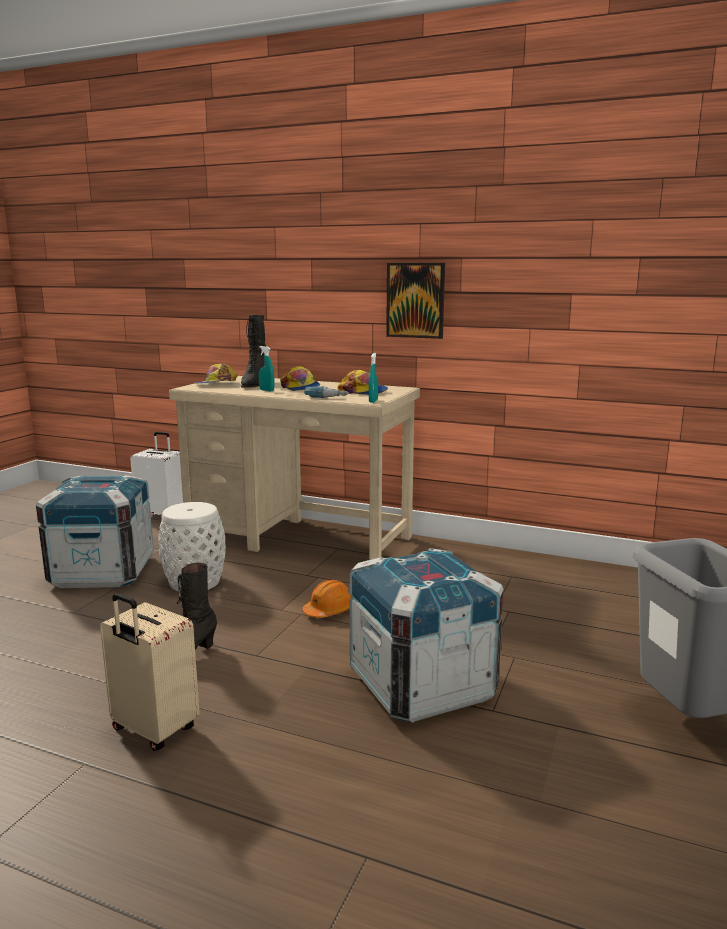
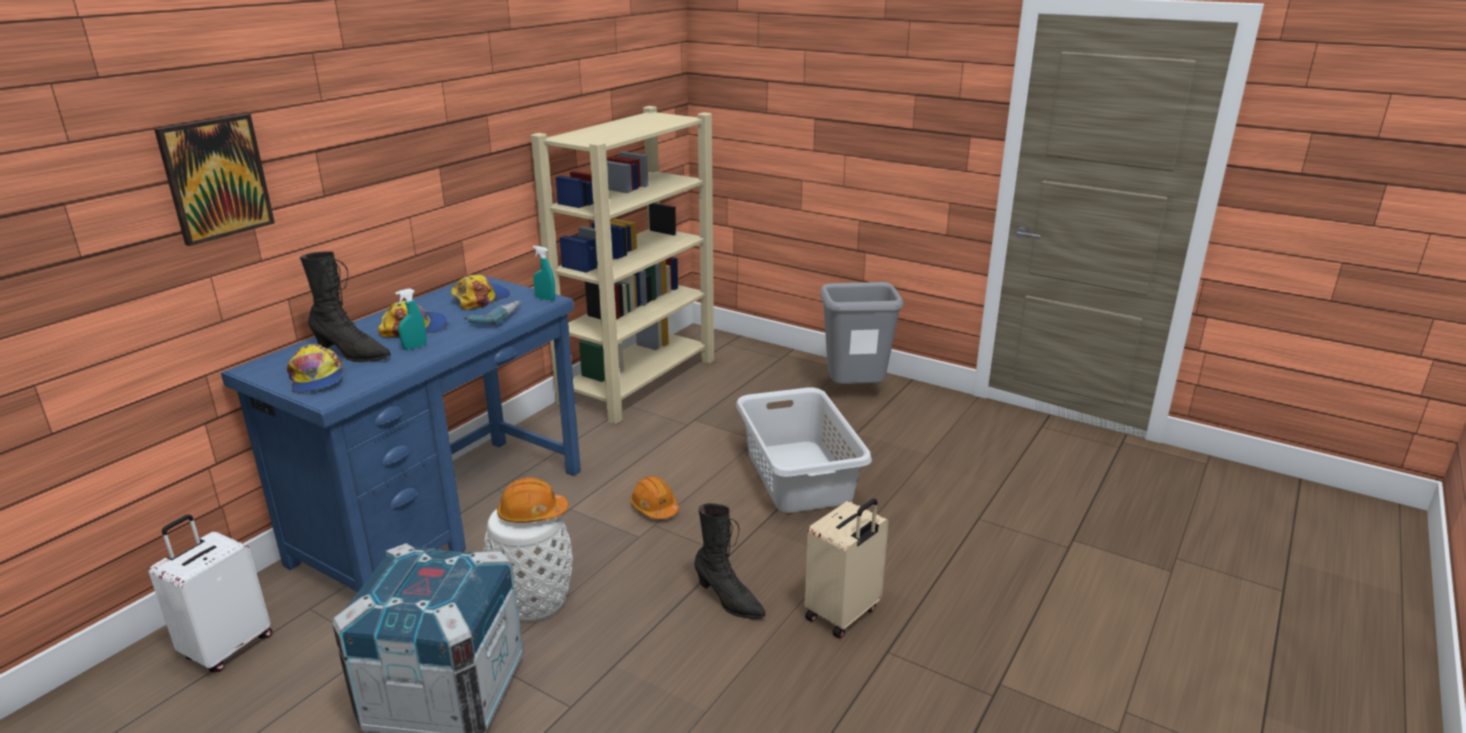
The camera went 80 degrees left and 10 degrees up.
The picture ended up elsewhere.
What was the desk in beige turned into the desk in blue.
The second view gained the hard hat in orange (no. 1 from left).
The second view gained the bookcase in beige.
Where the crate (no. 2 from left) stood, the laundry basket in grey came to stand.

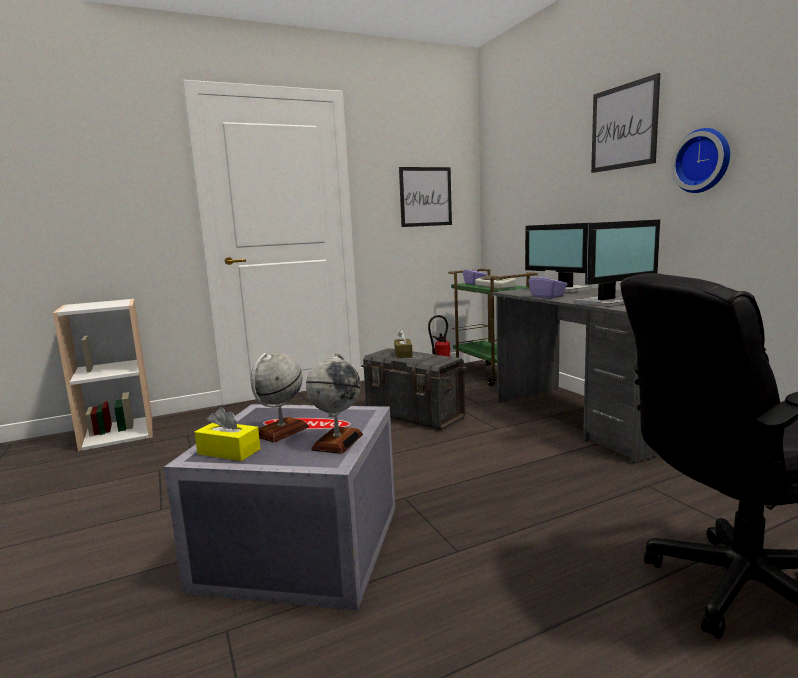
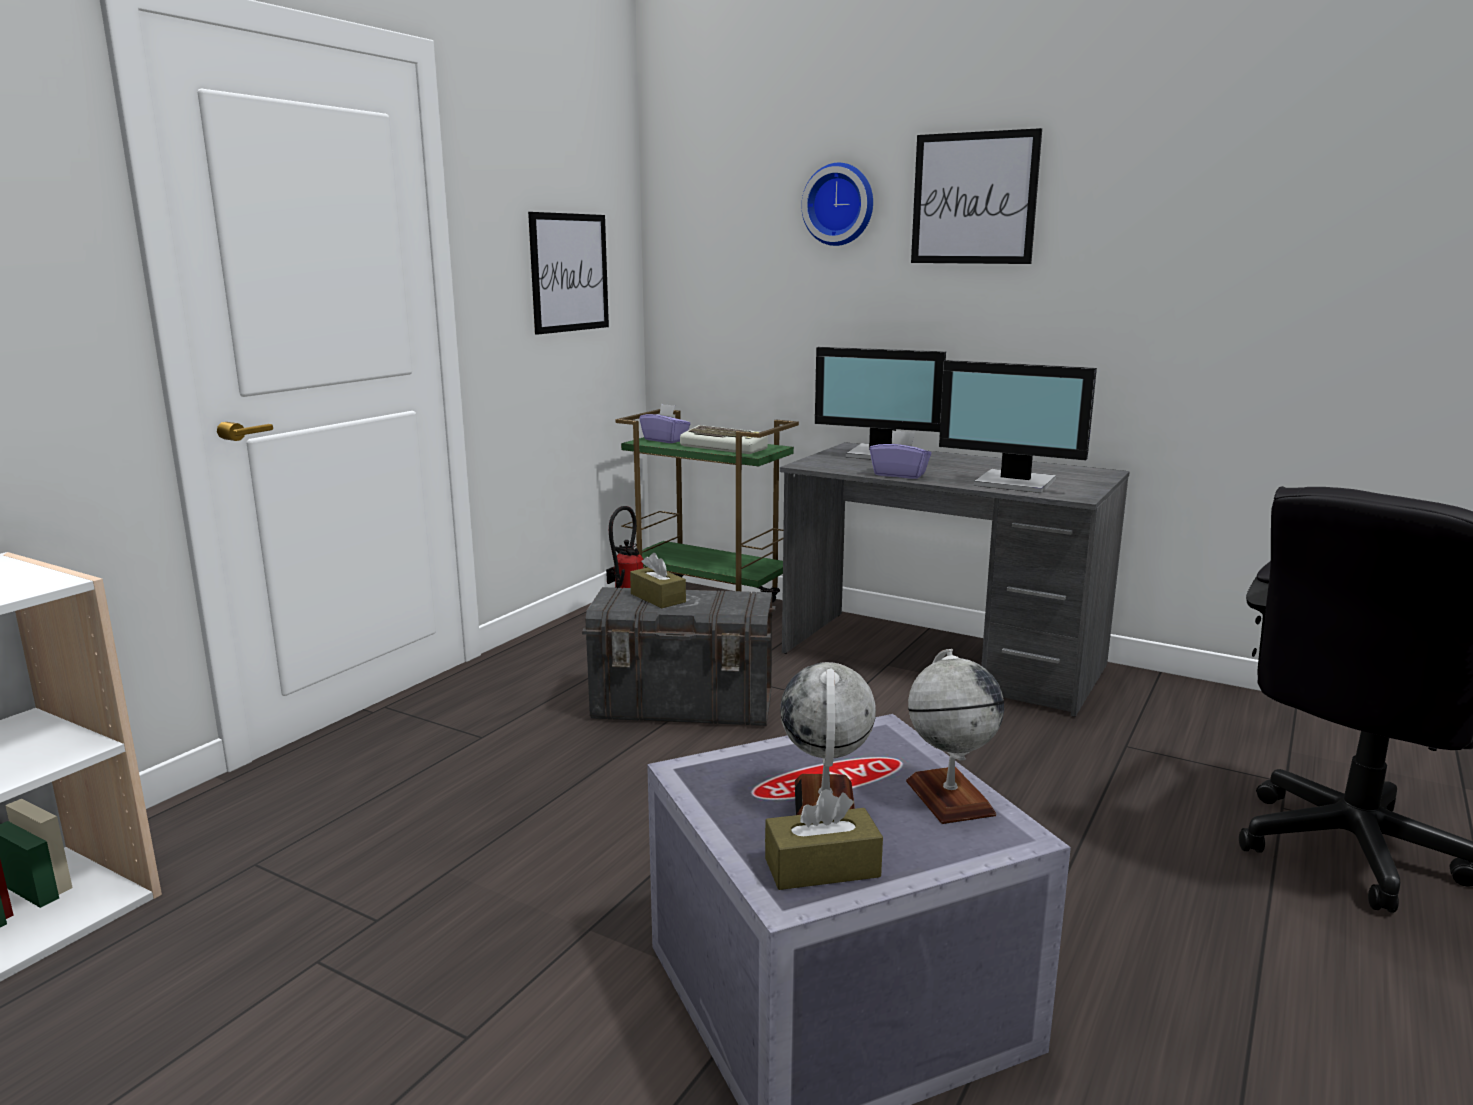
The camera went 35 degrees left and 5 degrees up.
What was the tissue box in yellow turned into the tissue box in brown (no. 2 from left).
The wall clock ended up elsewhere.
The monitor (no. 2 from left) ended up facing another way, 90 degrees clockwise from before.

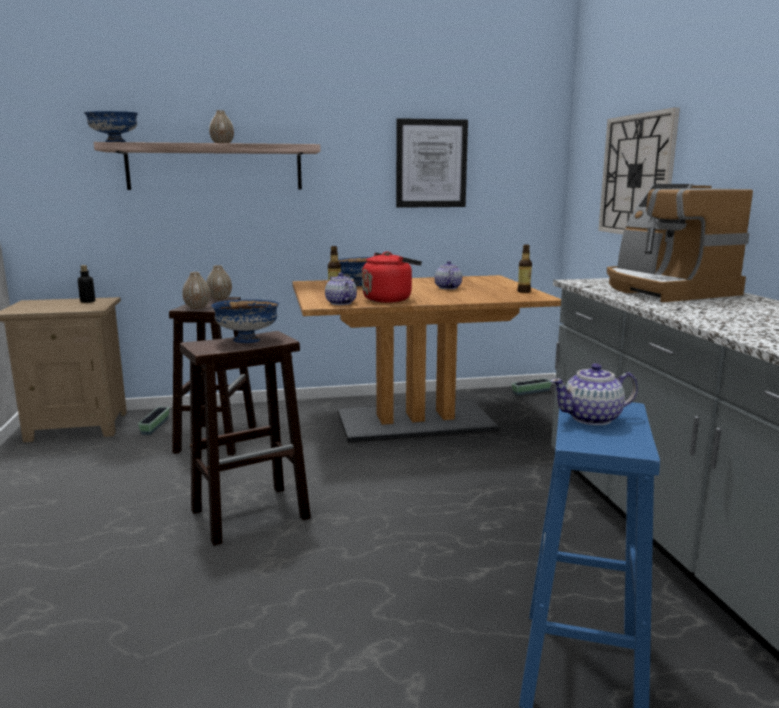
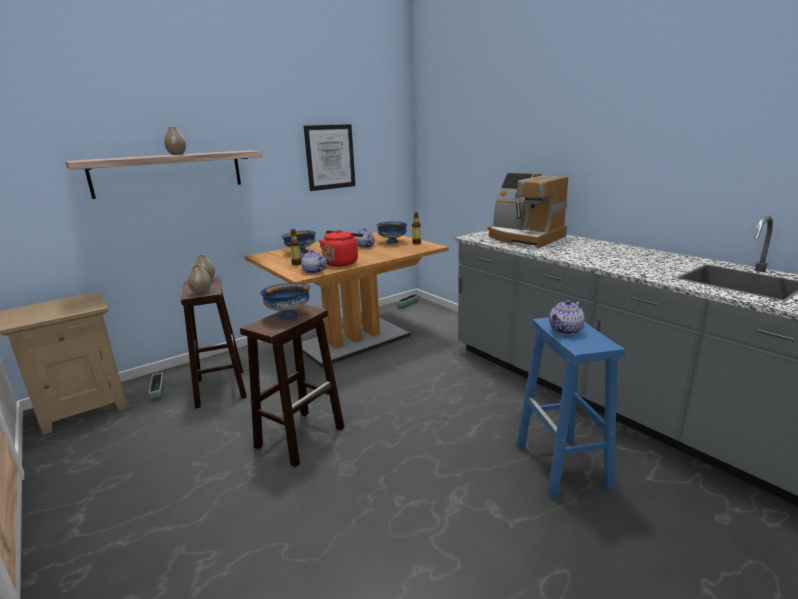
The camera went 25 degrees left and 5 degrees up.
The bowl in blue (no. 1 from left in the first image) ended up elsewhere.
The second view lost the bottle (no. 1 from left).
The second view lost the wall clock.

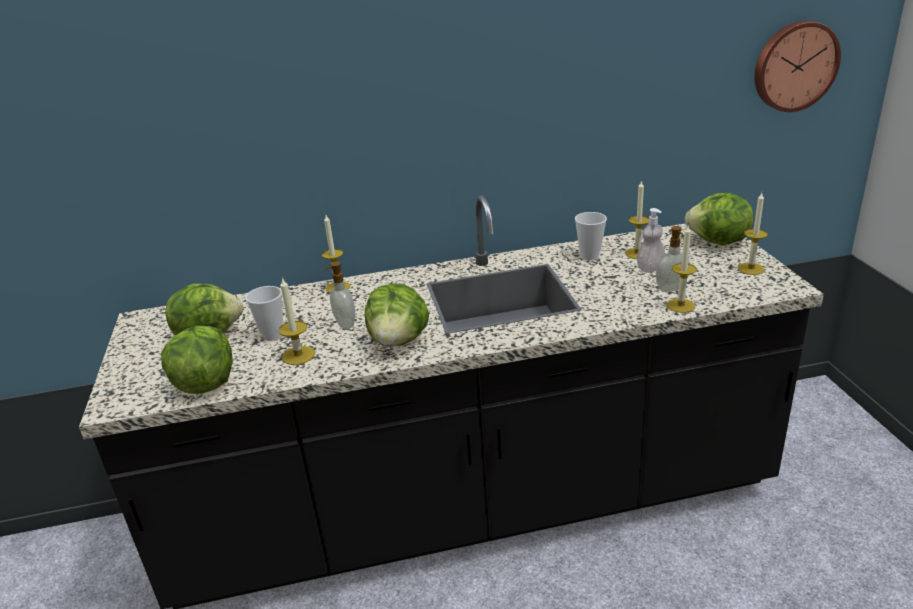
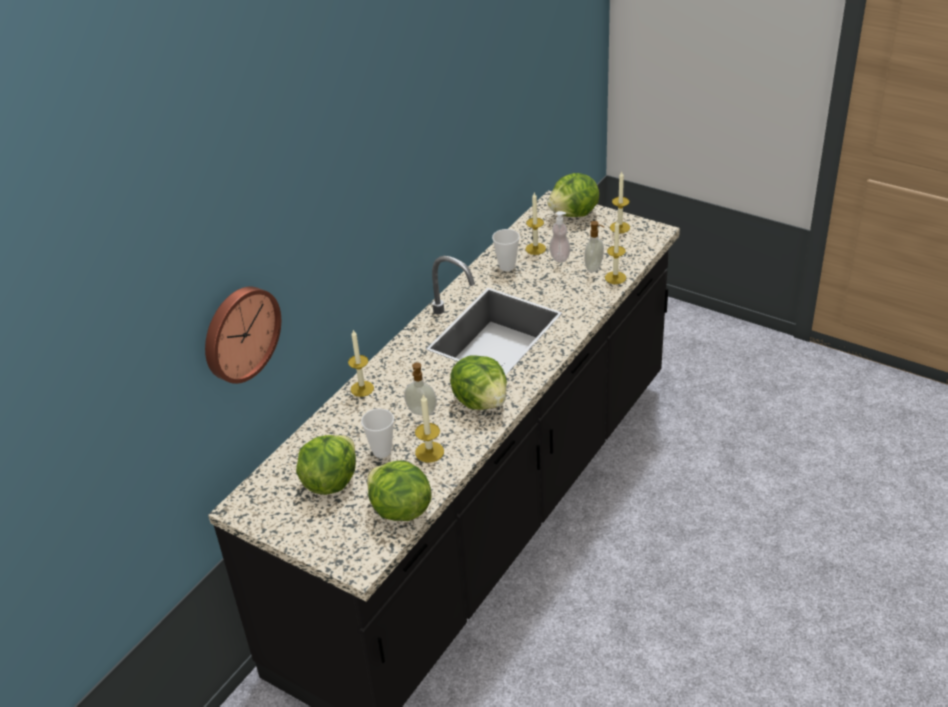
The camera went 45 degrees left and 10 degrees up.
The wall clock ended up elsewhere.

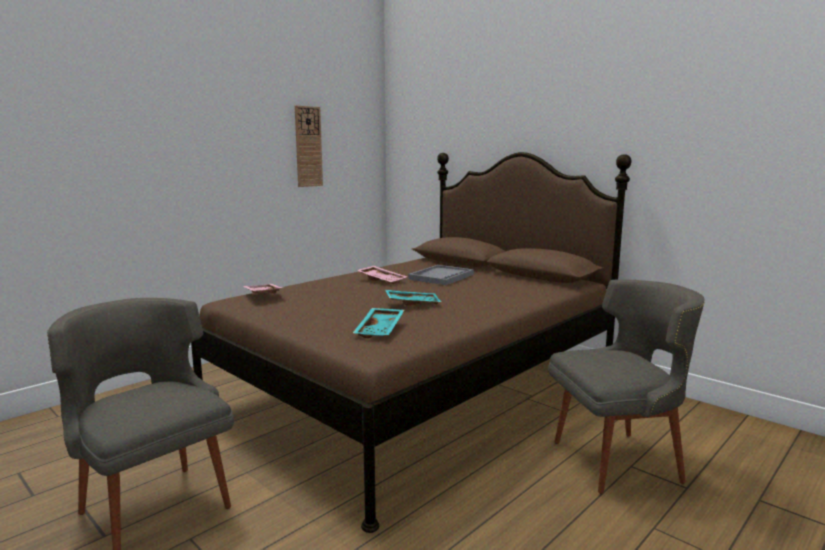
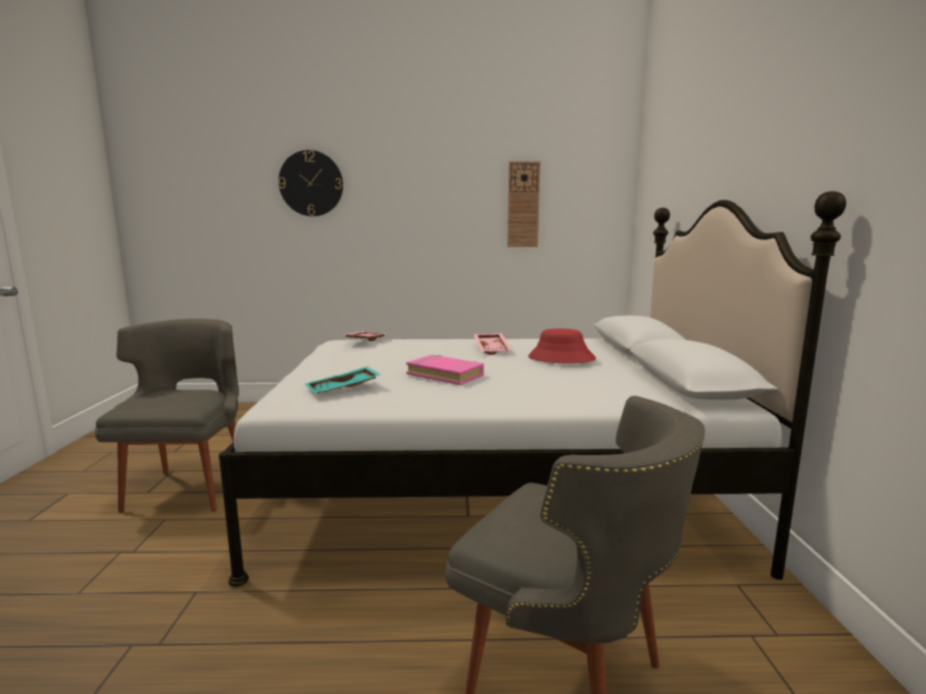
The camera went 45 degrees right and 0 degrees up.
What was the bed in brown turned into the bed in white.
The second view gained the wall clock (no. 1 from left).
Where the tray in turquoise (no. 2 from left) stood, the book in pink came to stand.
Where the tray in grey stood, the hat in red came to stand.

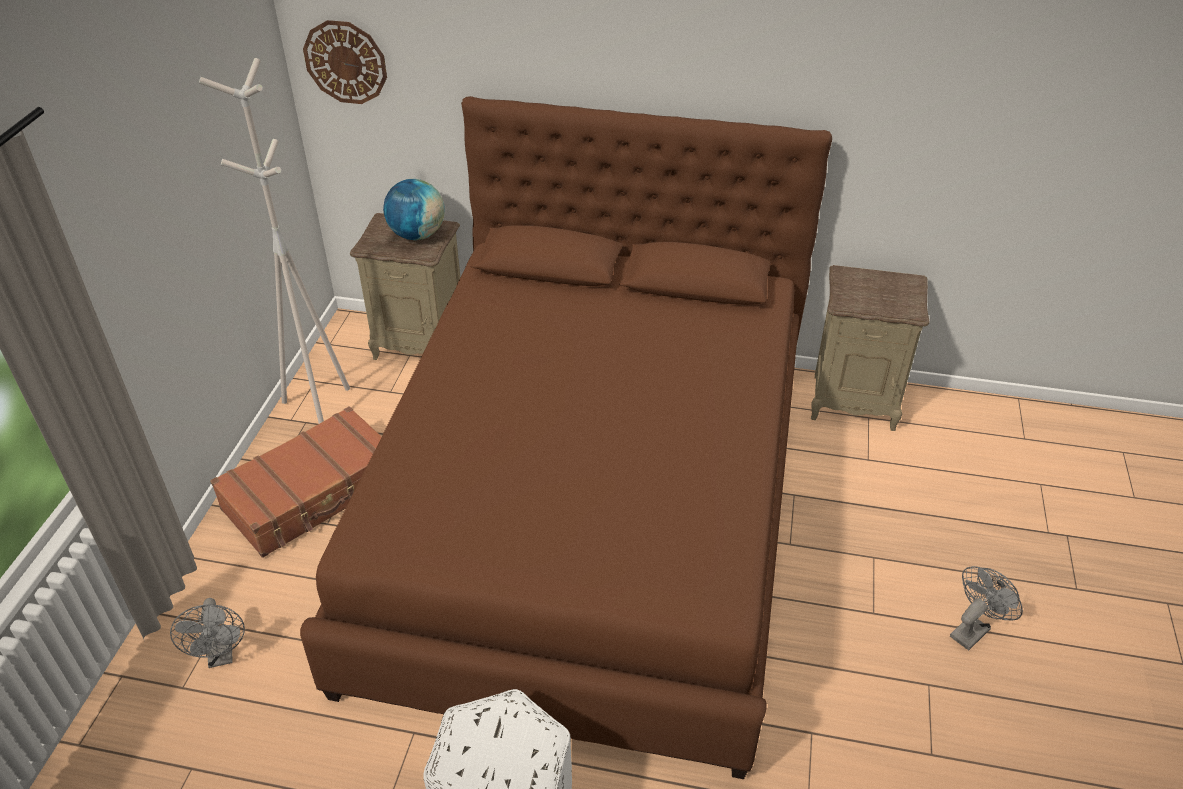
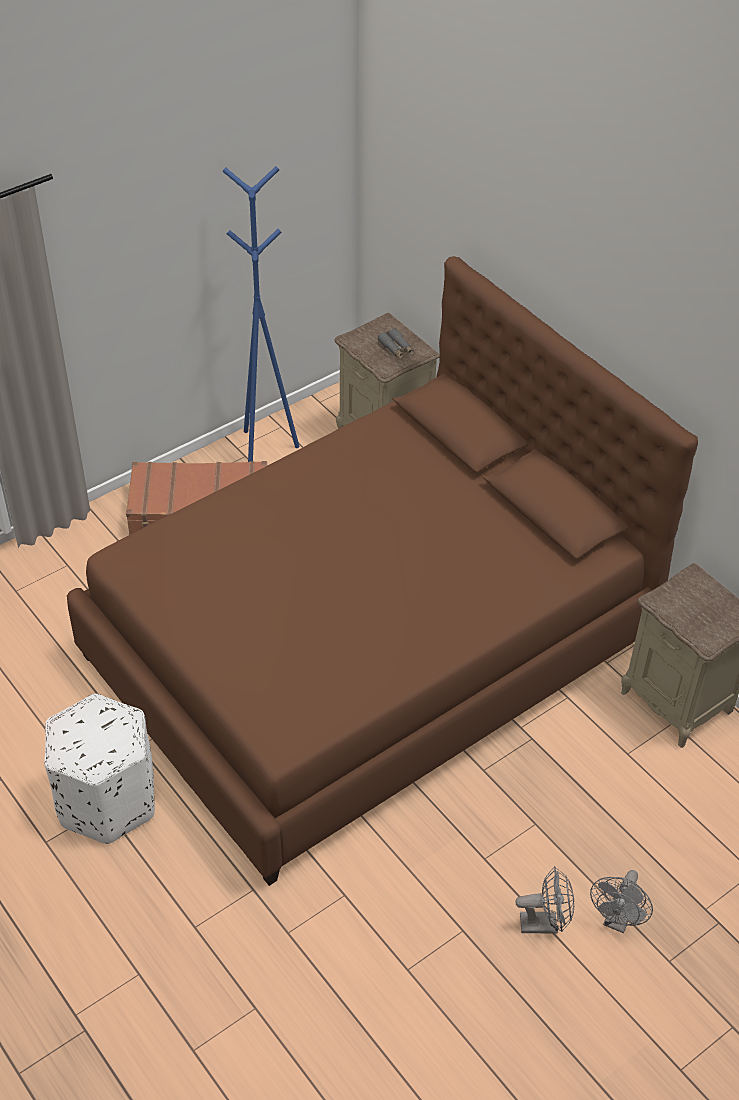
The camera went 40 degrees right and 5 degrees up.
What was the clothes rack in grey turned into the clothes rack in blue.
Where the globe stood, the binoculars in grey came to stand.
The fan in grey (no. 1 from left in the first image) ended up elsewhere.
The second view lost the wall clock.

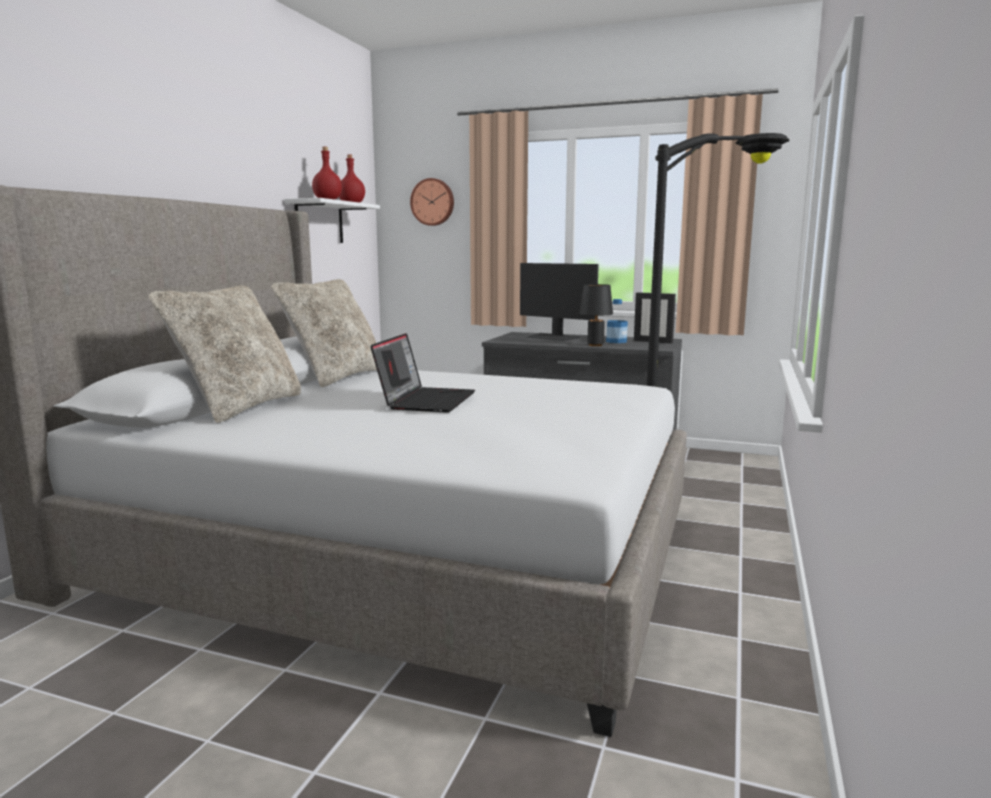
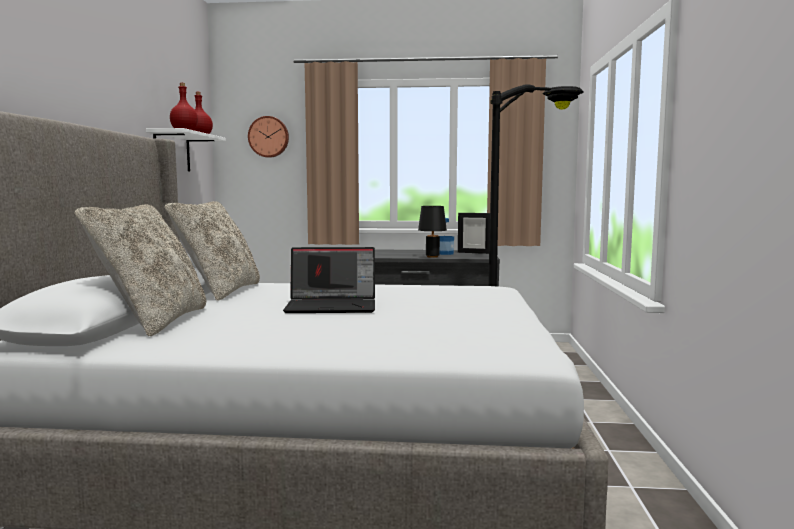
The camera went 15 degrees left and 5 degrees down.
The laptop ended up facing another way, 90 degrees clockwise from before.
The second view lost the monitor.

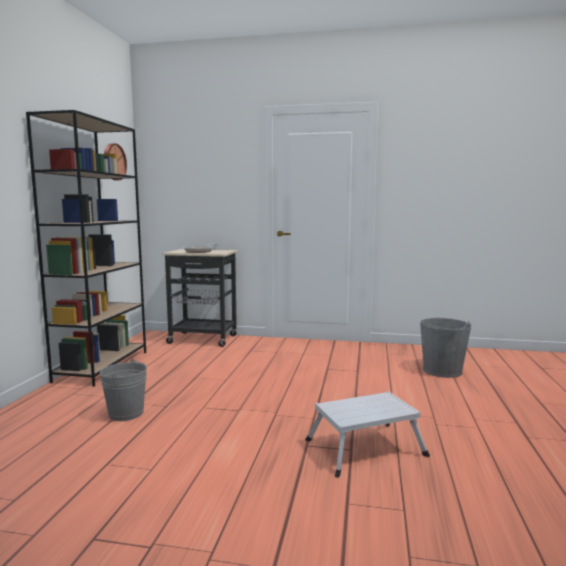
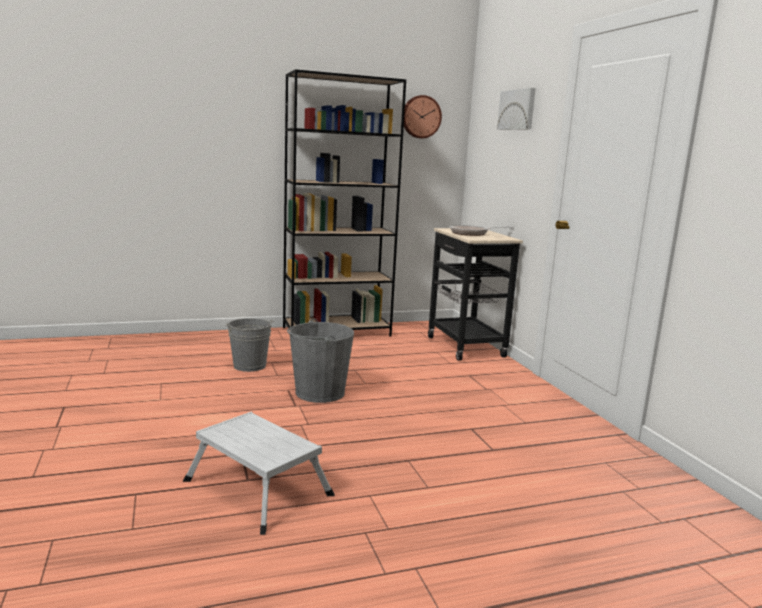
The camera went 60 degrees right and 5 degrees up.
The bucket in grey (no. 2 from left) ended up elsewhere.
The second view gained the picture.

